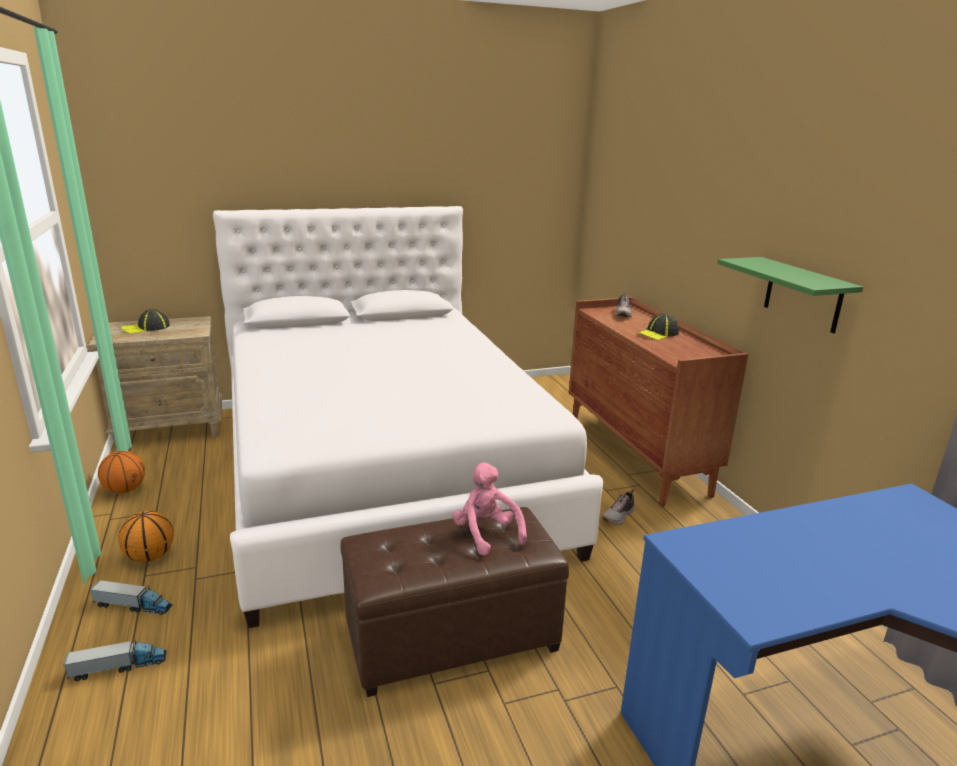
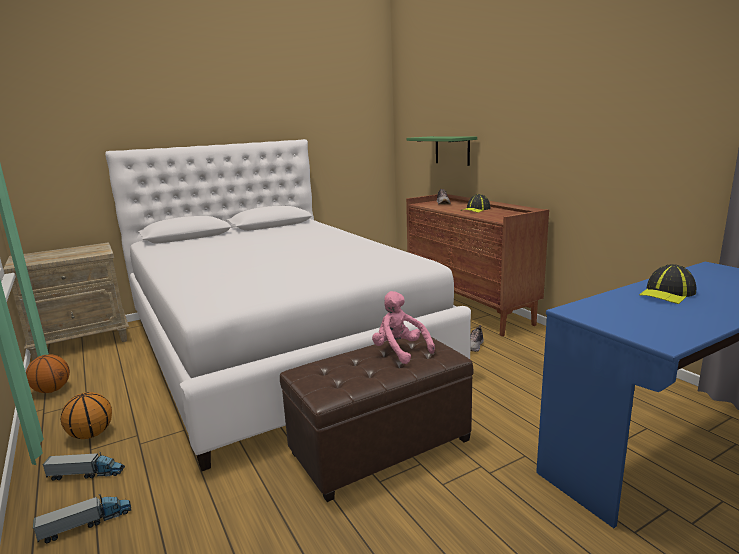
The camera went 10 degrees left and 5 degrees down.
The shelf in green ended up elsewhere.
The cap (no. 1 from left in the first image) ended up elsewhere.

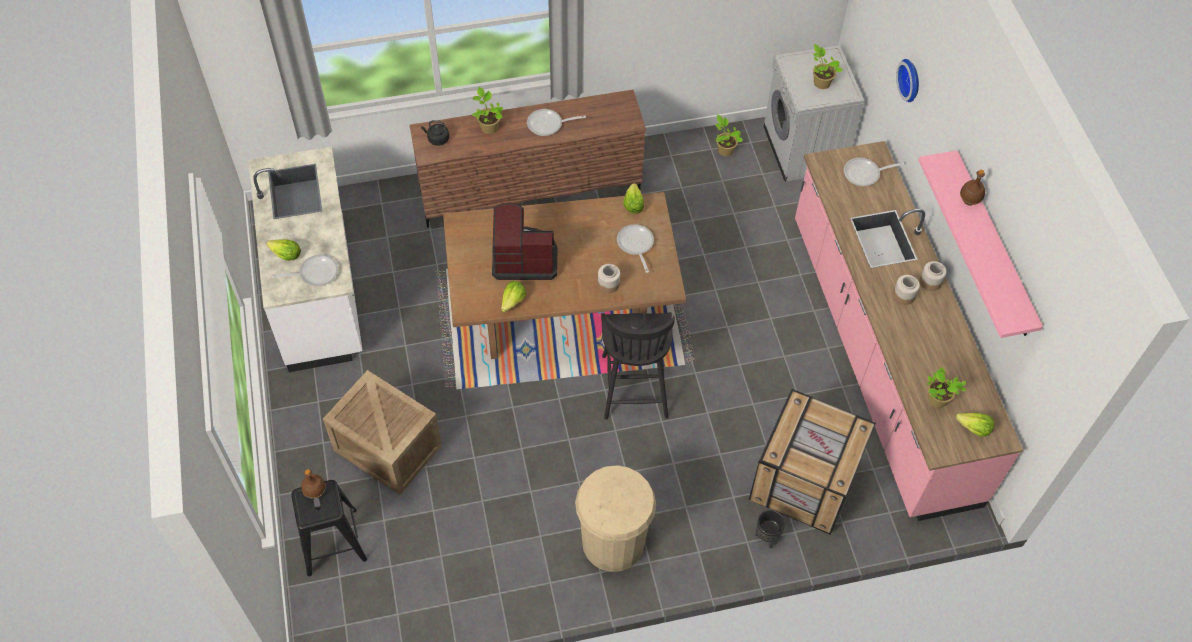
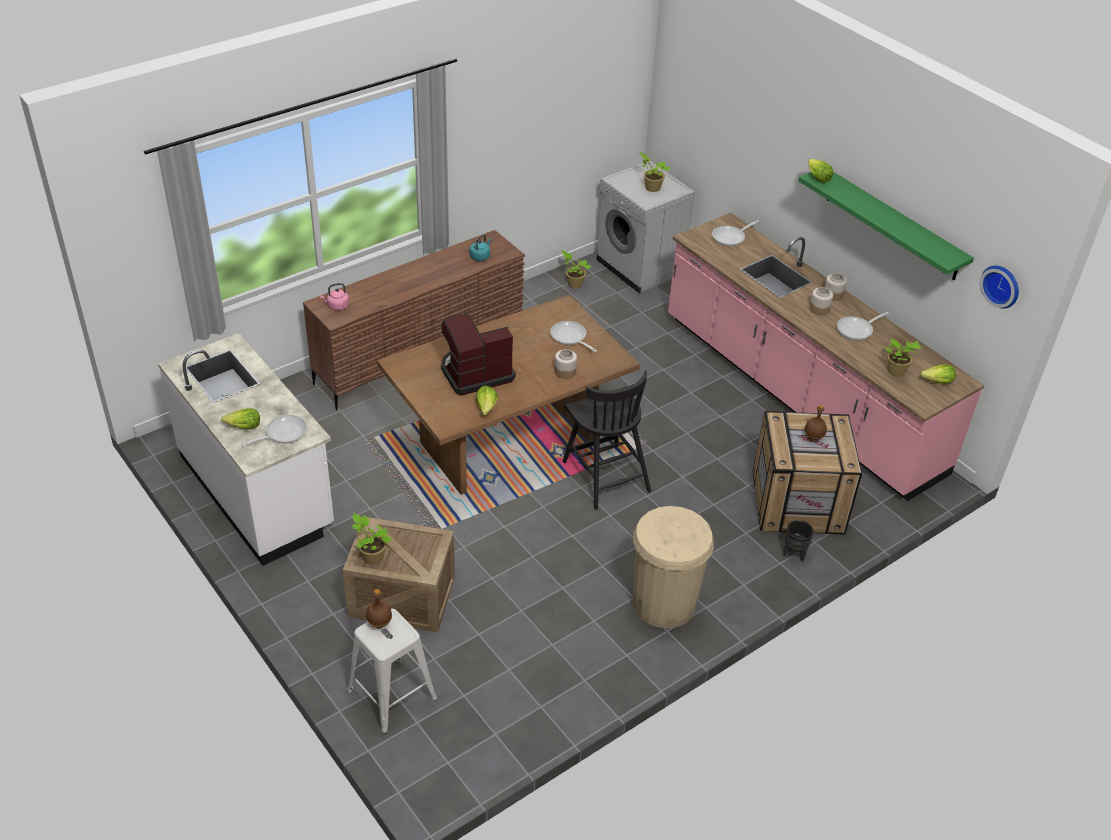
The camera went 25 degrees left and 15 degrees down.
What was the kettle in black turned into the kettle in pink.
What was the stool in black turned into the stool in white.
The potted plant (no. 1 from left) ended up elsewhere.
The second view gained the kettle in turquoise.
What was the shelf in pink turned into the shelf in green.
The bottle in brown (no. 2 from left) ended up elsewhere.
The lettuce (no. 3 from left) ended up elsewhere.
The frying pan (no. 2 from left in the first image) ended up elsewhere.
The wall clock ended up elsewhere.

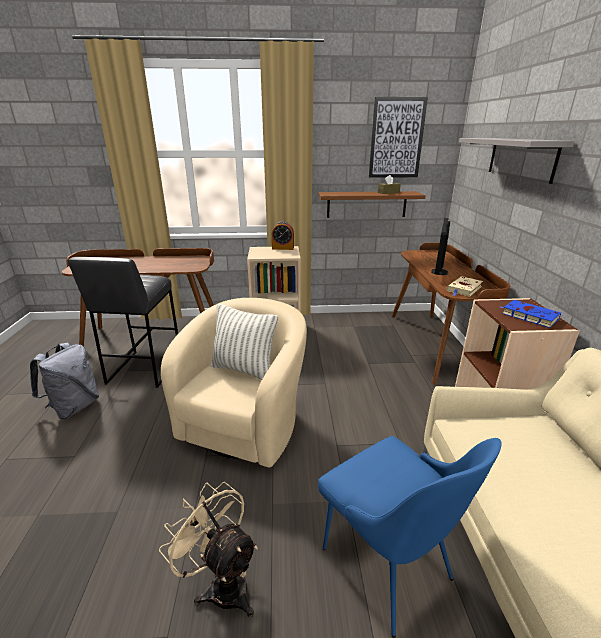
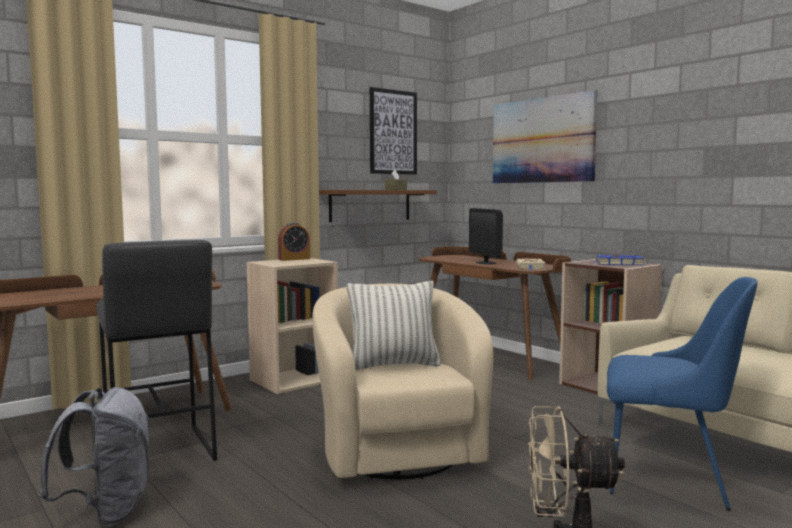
The camera went 35 degrees left and 20 degrees down.
Where the shelf in grey hung, the picture (no. 2 from left) came to hang.

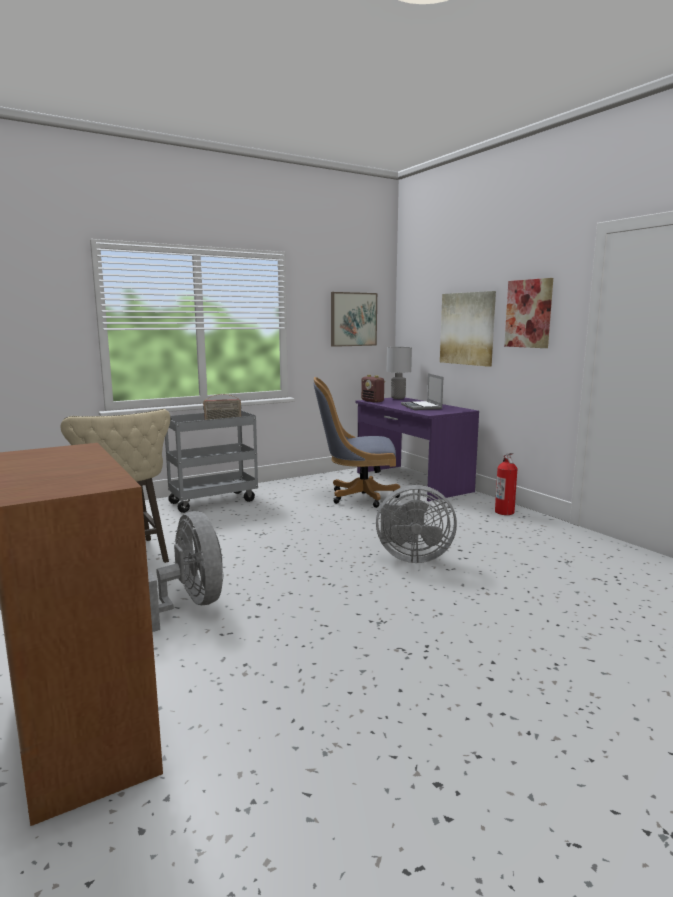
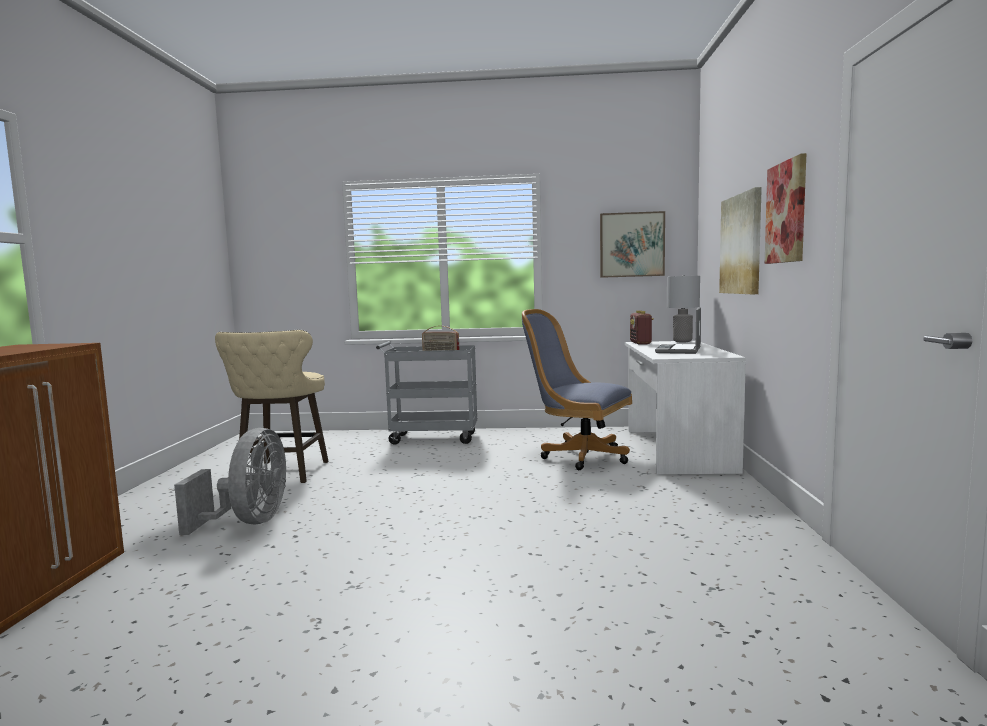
The camera went 35 degrees right and 5 degrees down.
What was the desk in purple turned into the desk in white.
The second view lost the fan in grey (no. 2 from left).
The second view lost the fire extinguisher.

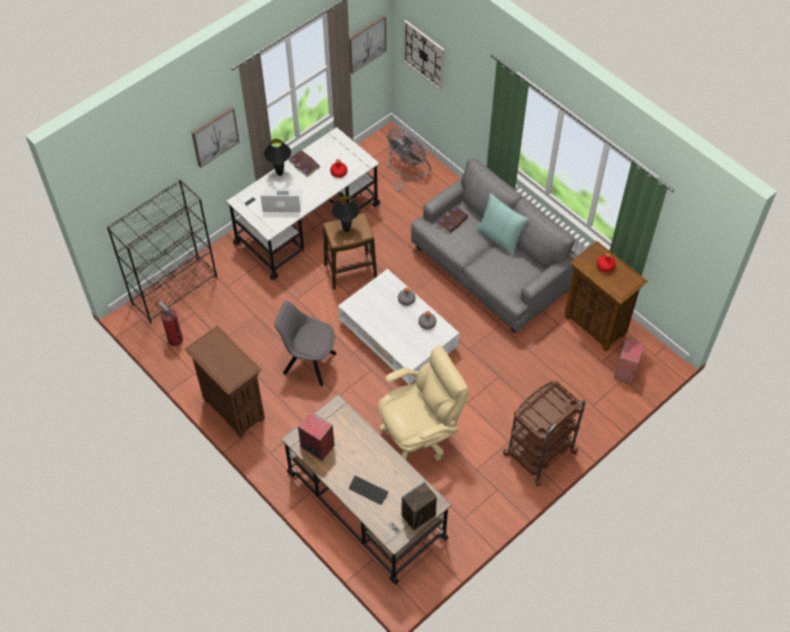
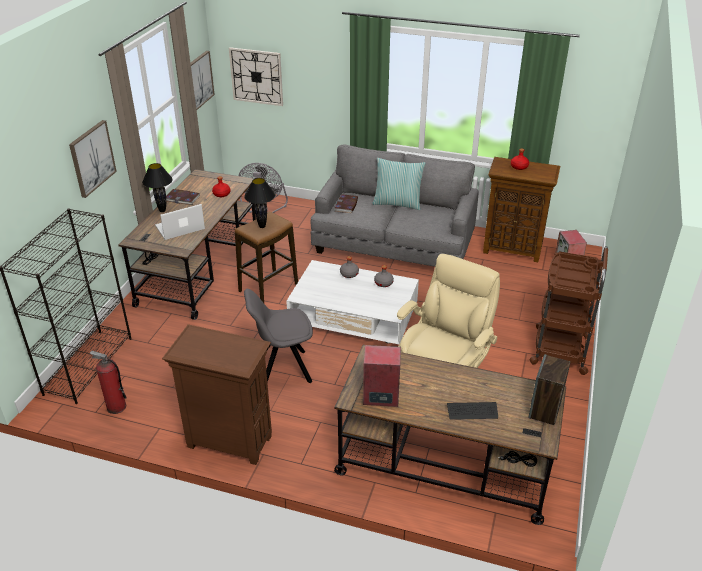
The camera went 30 degrees left and 20 degrees down.
What was the desk in white turned into the desk in brown (no. 1 from left).

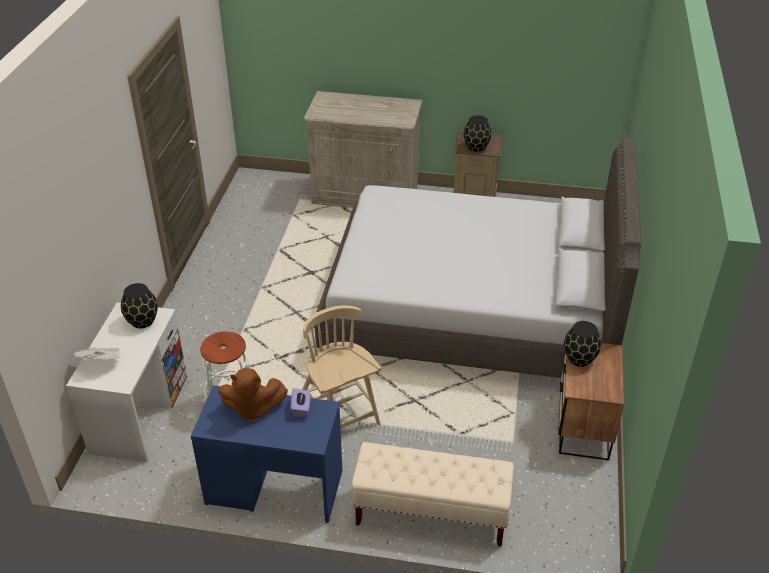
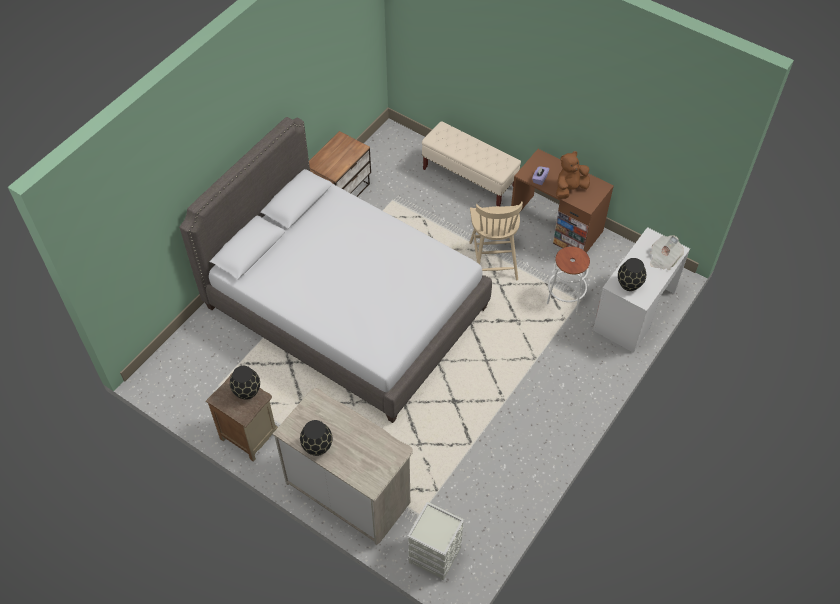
The camera went 155 degrees left and 15 degrees up.
The vase in black (no. 3 from left in the first image) ended up elsewhere.
The second view gained the storage box in grey.
What was the desk in blue turned into the desk in brown.
The plush toy in brown ended up facing another way, 60 degrees counterclockwise from before.

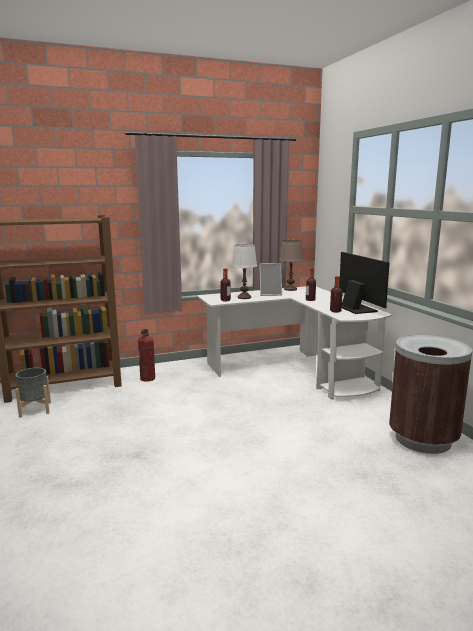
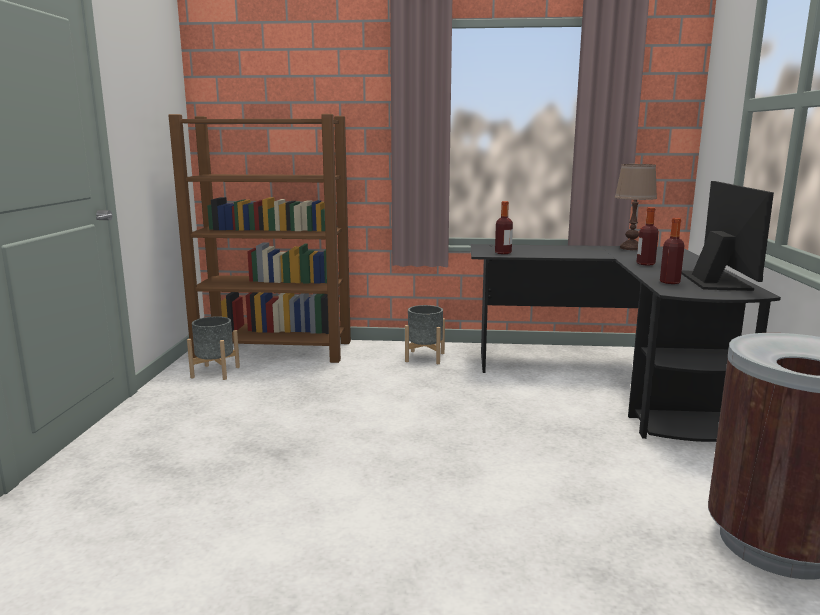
The camera went 25 degrees right and 0 degrees up.
The second view gained the planter in grey (no. 2 from left).
What was the desk in white turned into the desk in black.
The second view lost the fire extinguisher.
The second view lost the table lamp in white.
The second view lost the picture frame.

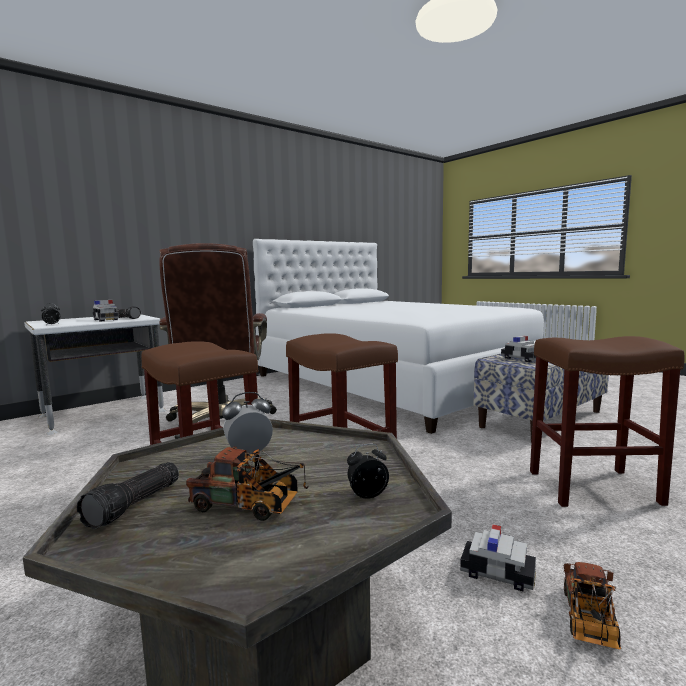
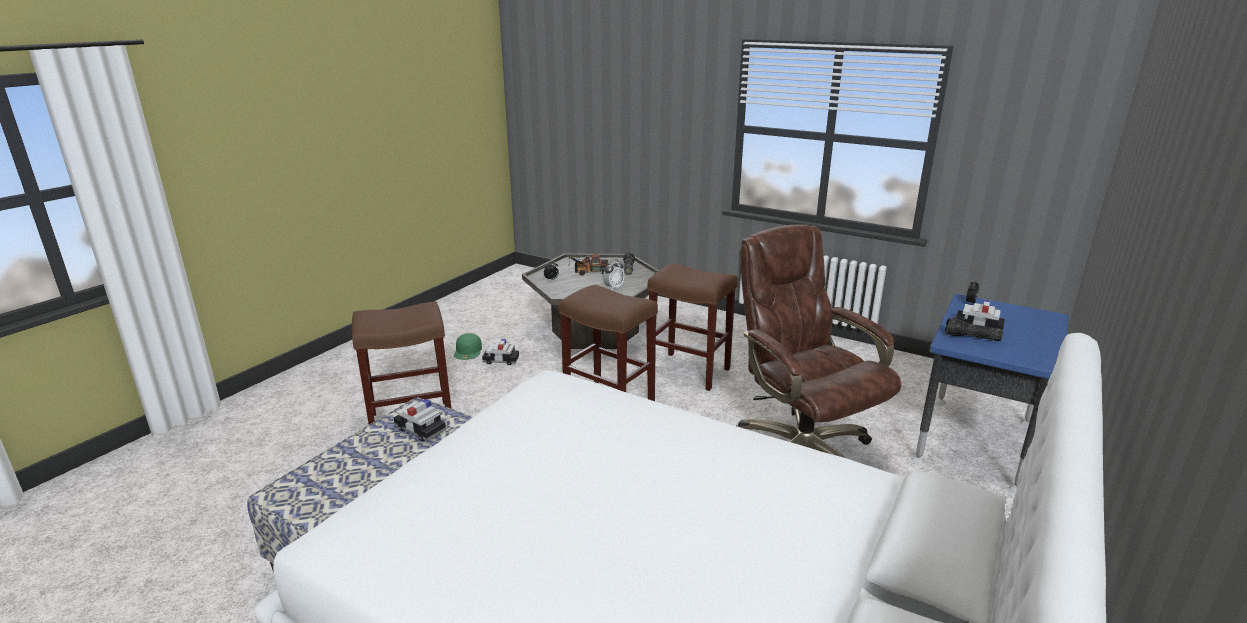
The camera went 160 degrees right and 15 degrees up.
Where the toy truck (no. 2 from left) stood, the cap in green came to stand.
What was the desk in white turned into the desk in blue.

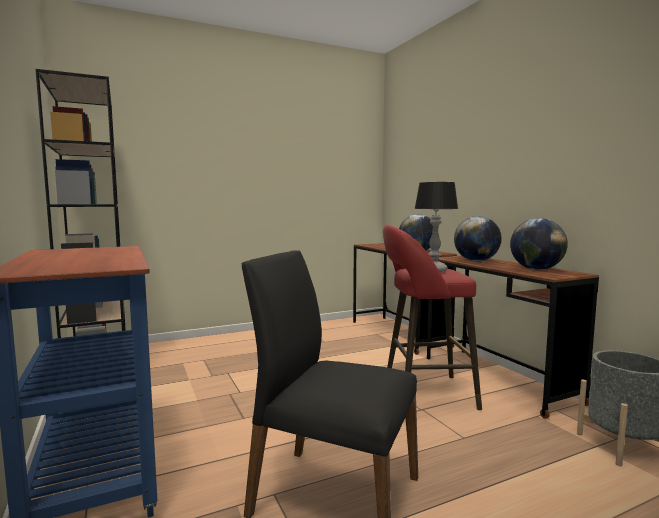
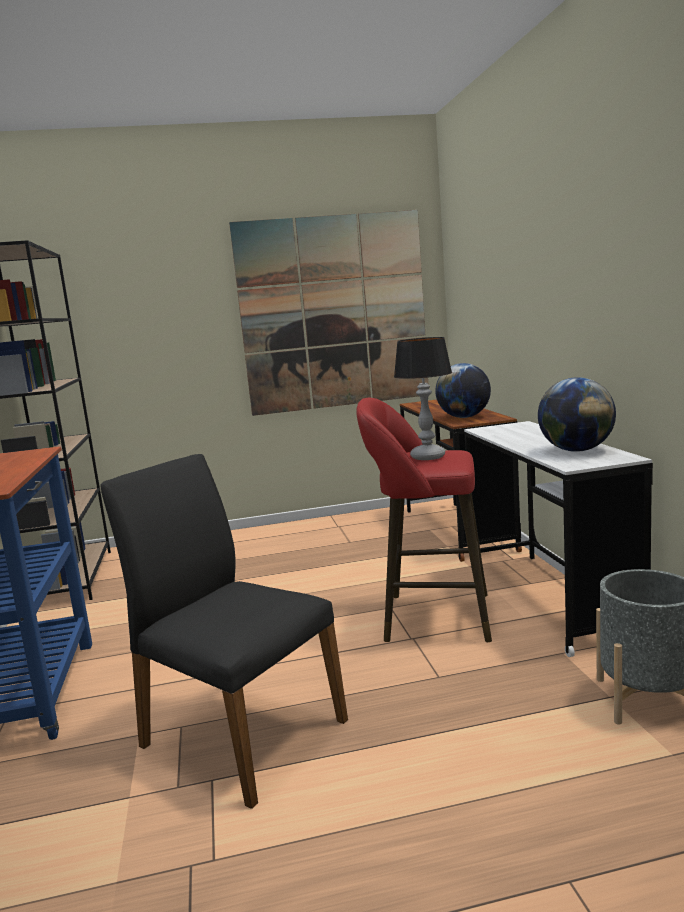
The camera went 15 degrees right and 5 degrees up.
The second view gained the picture.
What was the desk in brown (no. 2 from left) turned into the desk in white.
The second view lost the globe (no. 2 from left).

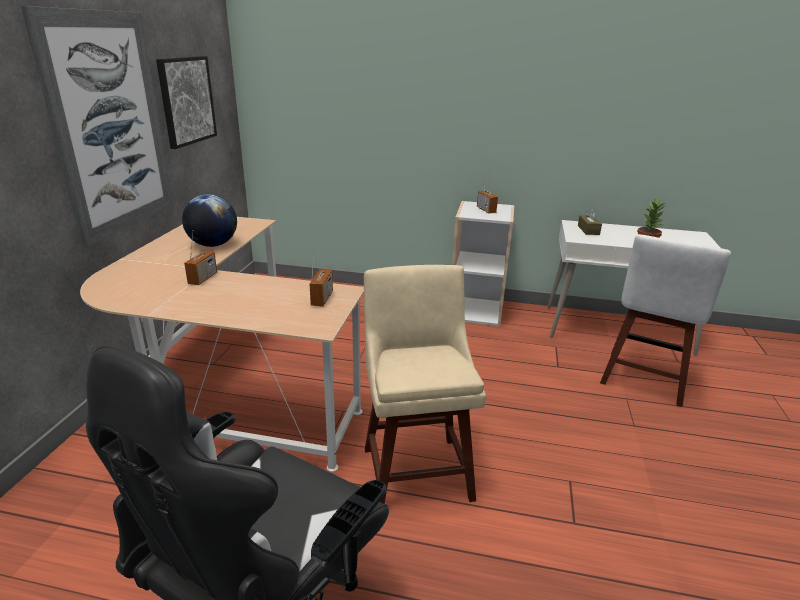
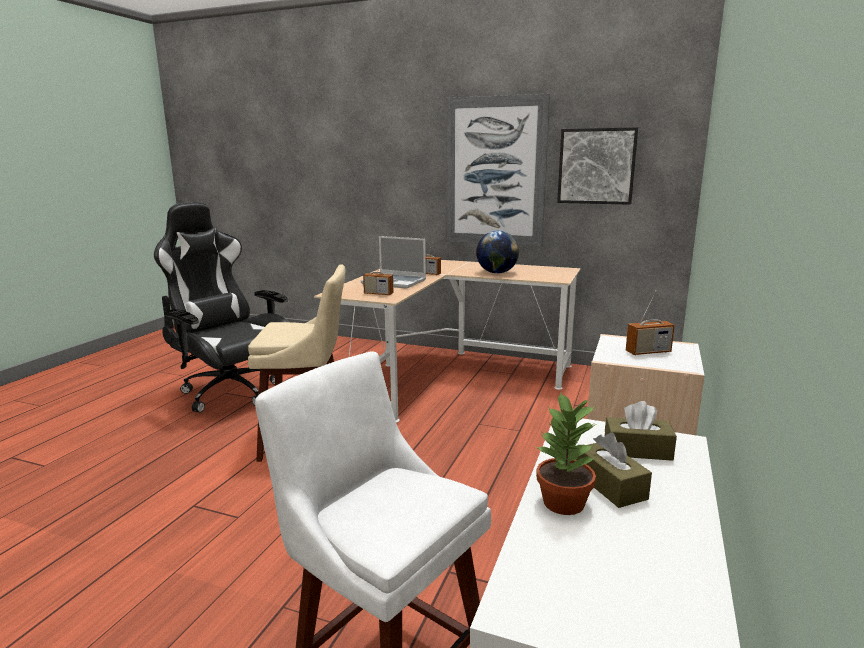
The camera went 100 degrees right and 10 degrees down.
The second view gained the laptop.
The second view gained the tissue box in brown (no. 1 from left).

